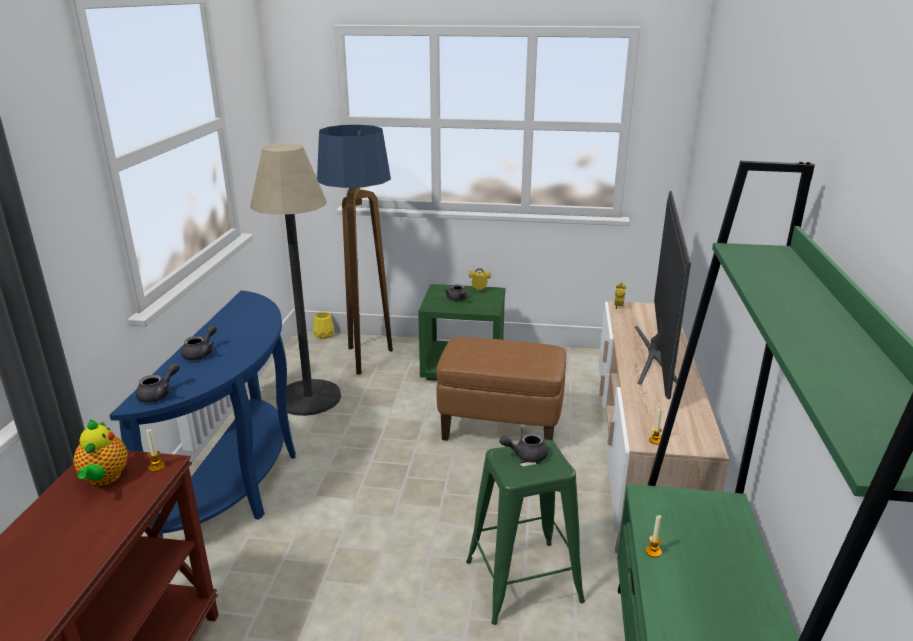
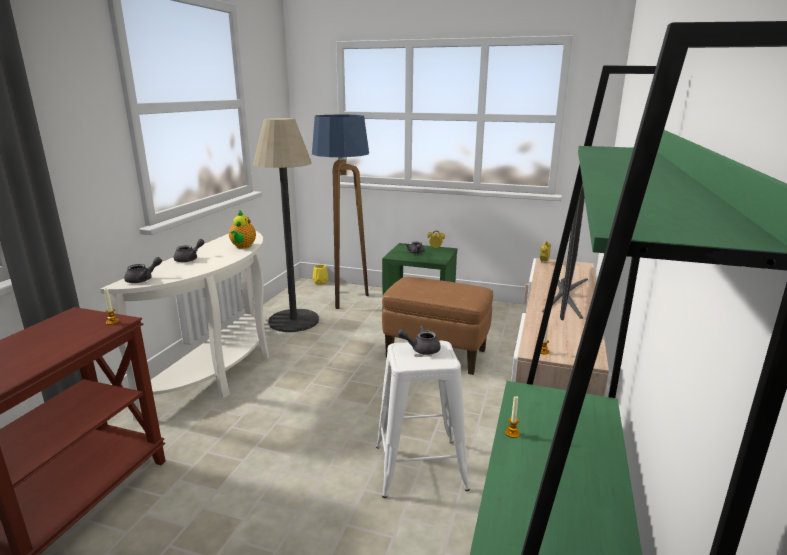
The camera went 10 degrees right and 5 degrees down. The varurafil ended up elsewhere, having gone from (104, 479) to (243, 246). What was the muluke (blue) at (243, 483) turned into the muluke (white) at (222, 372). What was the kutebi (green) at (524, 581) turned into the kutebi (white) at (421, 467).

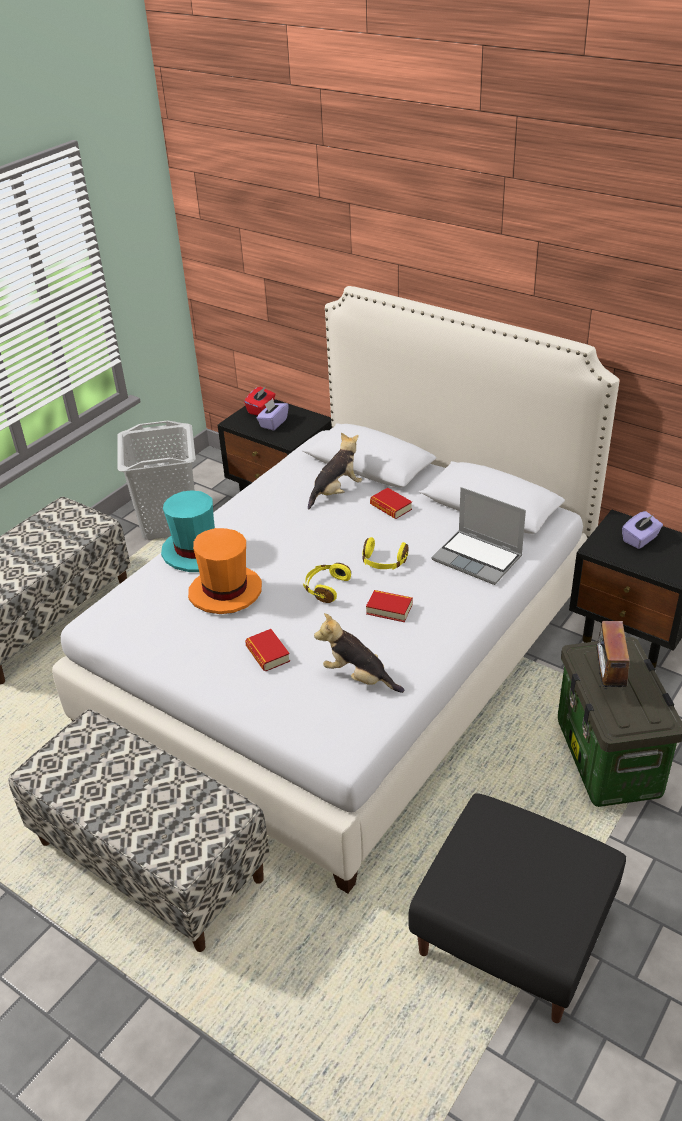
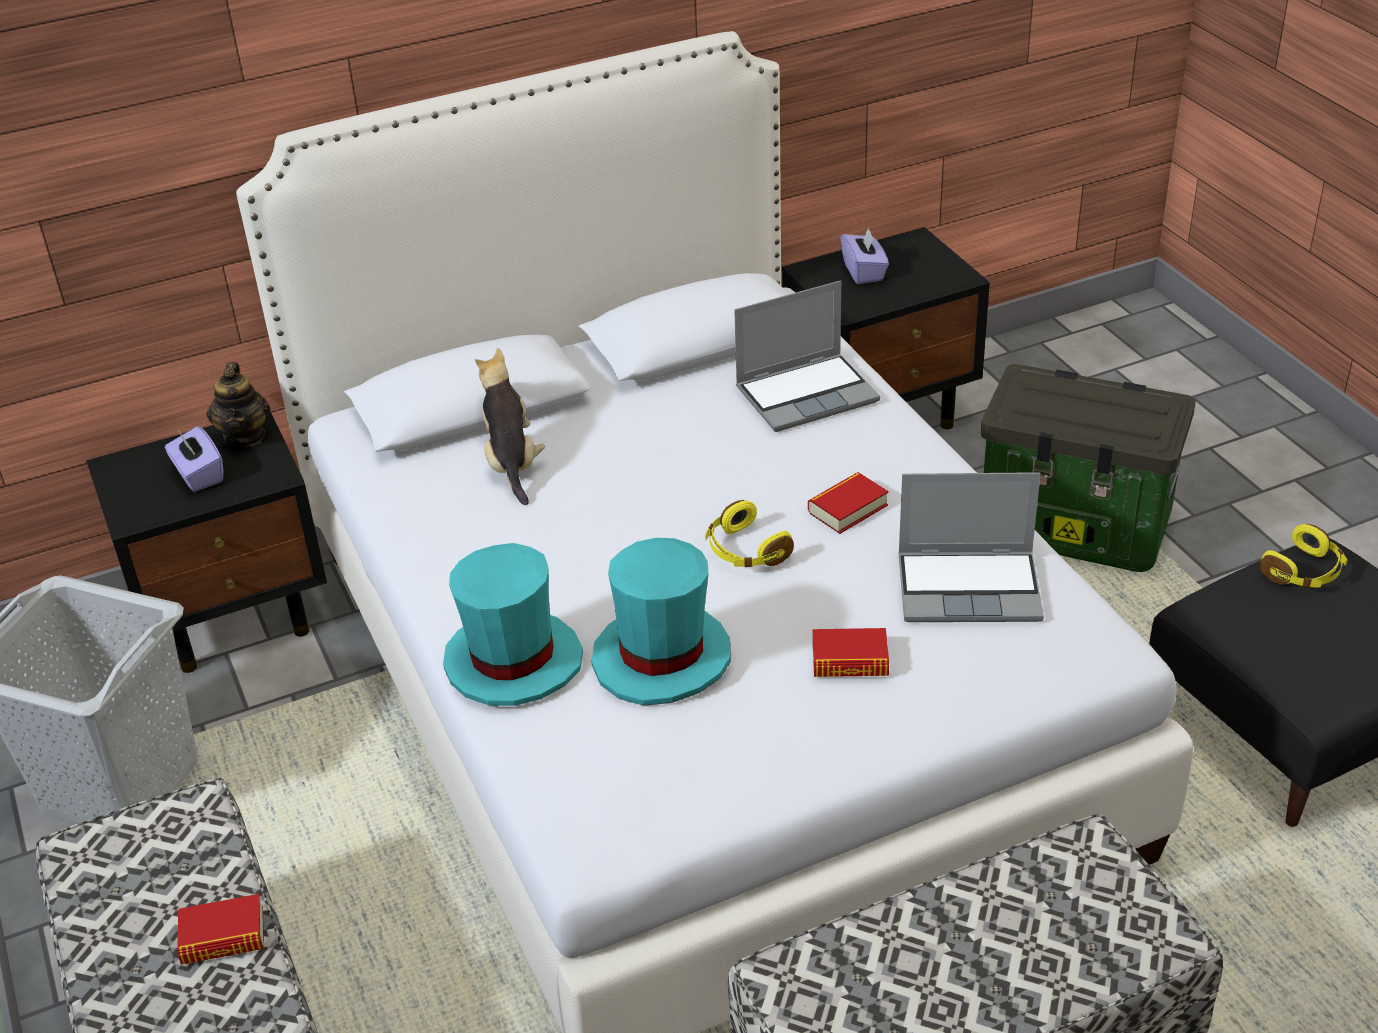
The camera went 60 degrees left and 0 degrees up. What was the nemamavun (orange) at (225, 592) turned into the nemamavun (turquoise) at (662, 658). The second view lost the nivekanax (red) at (261, 409). Where the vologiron stood at (358, 677), the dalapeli came to stand at (970, 587). The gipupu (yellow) ended up elsewhere, having gone from (383, 562) to (1304, 572). The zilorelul ended up elsewhere, having gone from (391, 507) to (223, 936). The second view lost the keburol at (608, 679). The second view gained the varurafil at (245, 435).

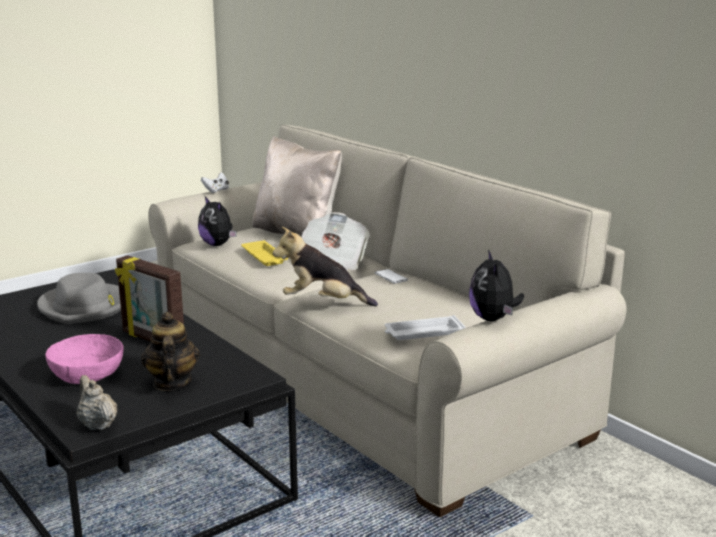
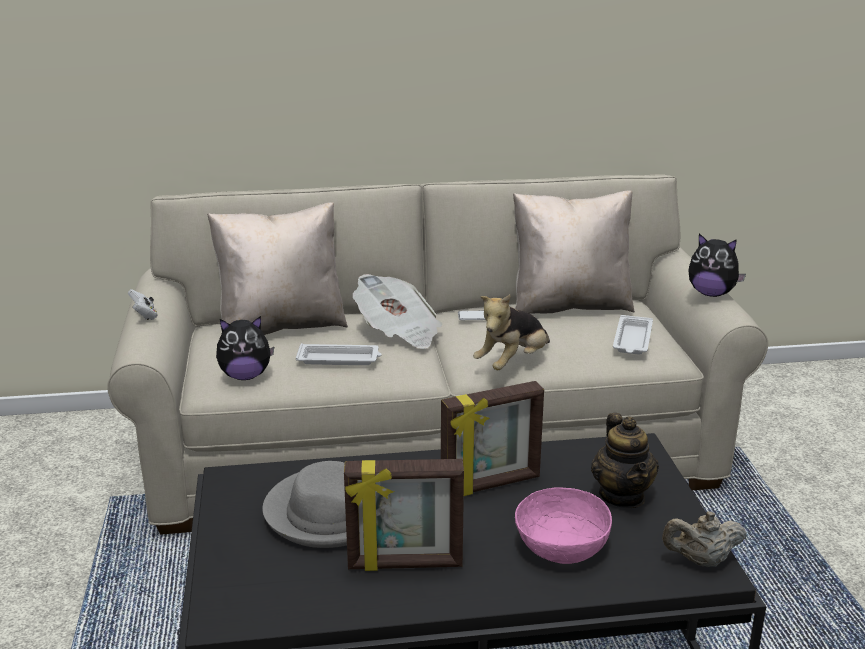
The camera went 60 degrees left and 5 degrees up. The varurafil at (172, 383) ended up facing another way, 120 degrees counterclockwise from before. What was the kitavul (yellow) at (265, 257) turned into the kitavul (white) at (339, 359). The second view gained the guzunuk at (405, 564). The second view gained the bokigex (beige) at (569, 305).

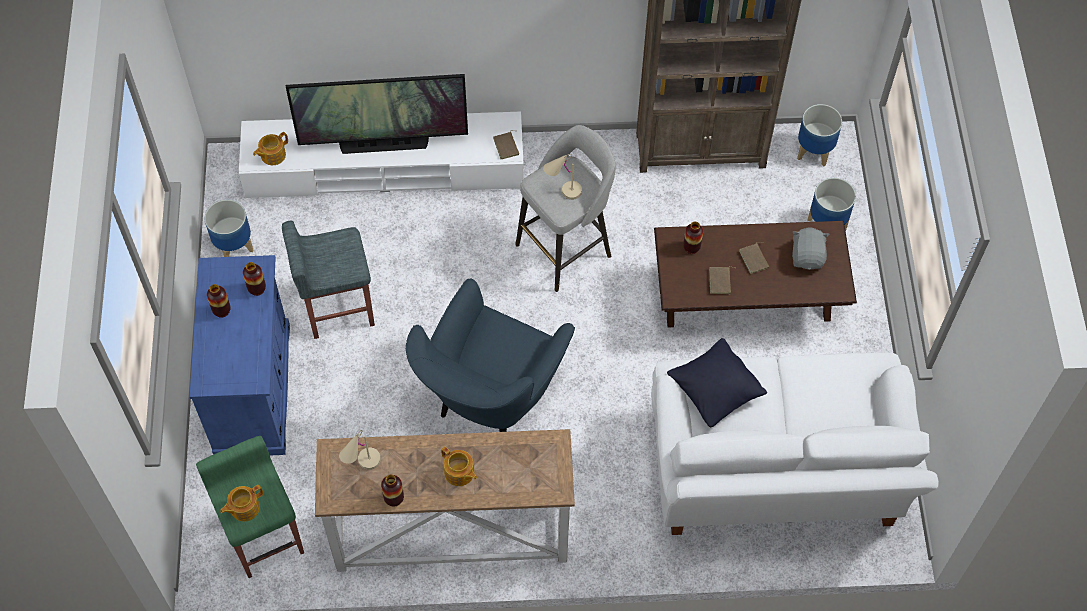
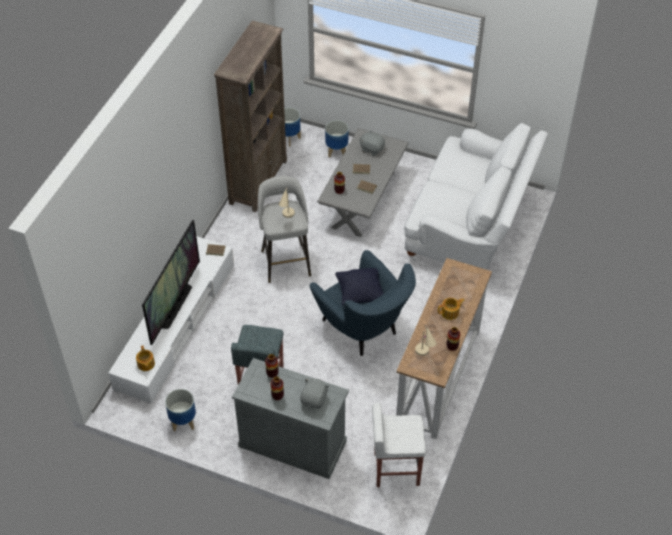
The camera went 65 degrees left and 10 degrees down. What was the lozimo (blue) at (253, 389) turned into the lozimo (grey) at (292, 443). What was the kutebi (green) at (264, 536) turned into the kutebi (white) at (395, 469). The second view lost the varurafil at (244, 508). What was the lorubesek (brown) at (745, 301) turned into the lorubesek (grey) at (363, 200). The bokigex (black) ended up elsewhere, having gone from (714, 391) to (360, 294). The second view gained the vologiron (grey) at (314, 399).

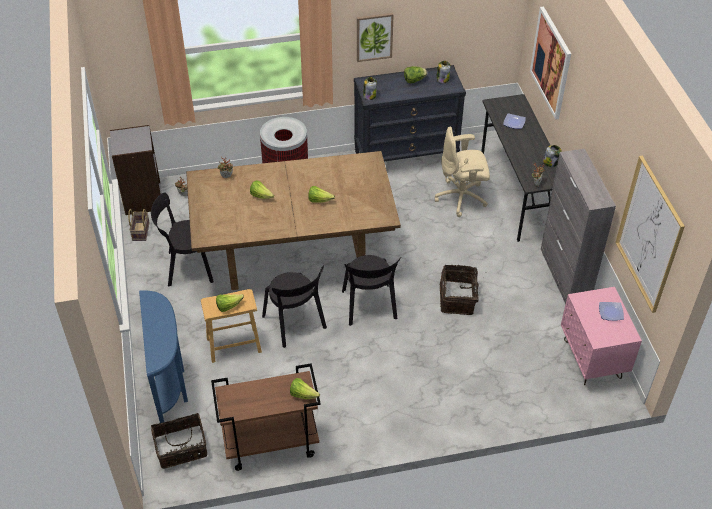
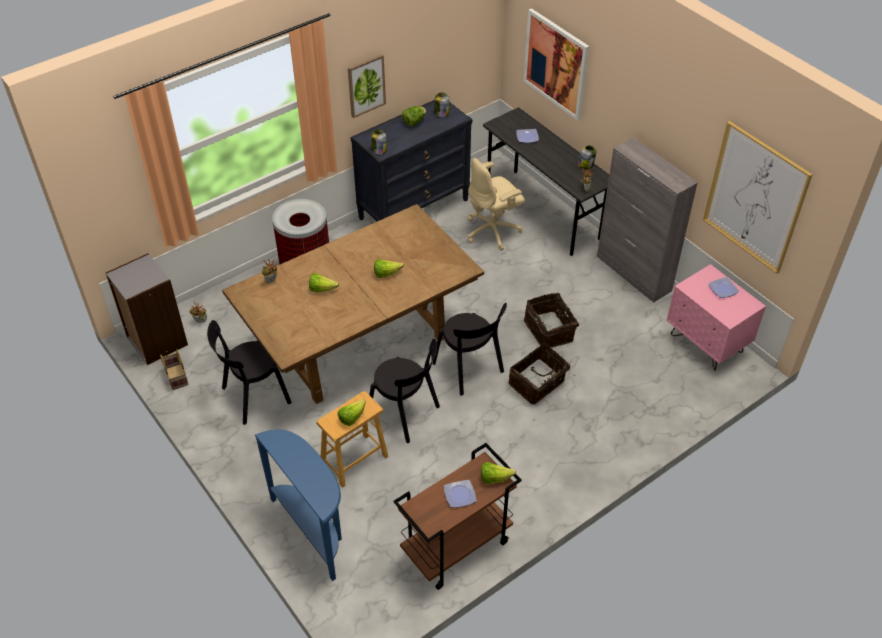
The camera went 25 degrees left and 0 degrees up. The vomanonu ended up elsewhere, having gone from (181, 449) to (538, 384). The second view gained the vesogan at (459, 495).

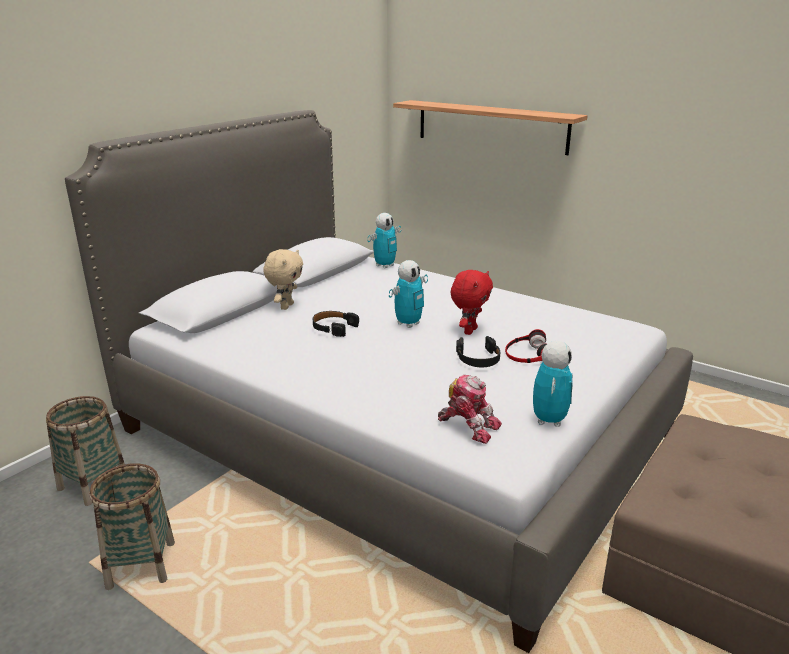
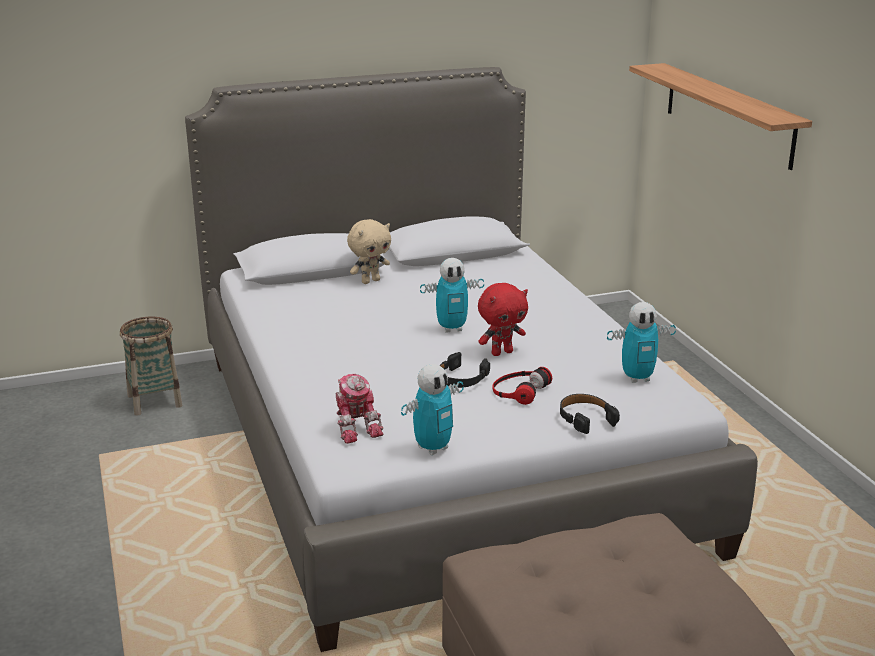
The camera went 35 degrees right and 0 degrees up. The second view lost the vomanonu at (141, 565). The gipupu (black) ended up elsewhere, having gone from (333, 328) to (585, 418). The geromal ended up elsewhere, having gone from (385, 265) to (637, 378).

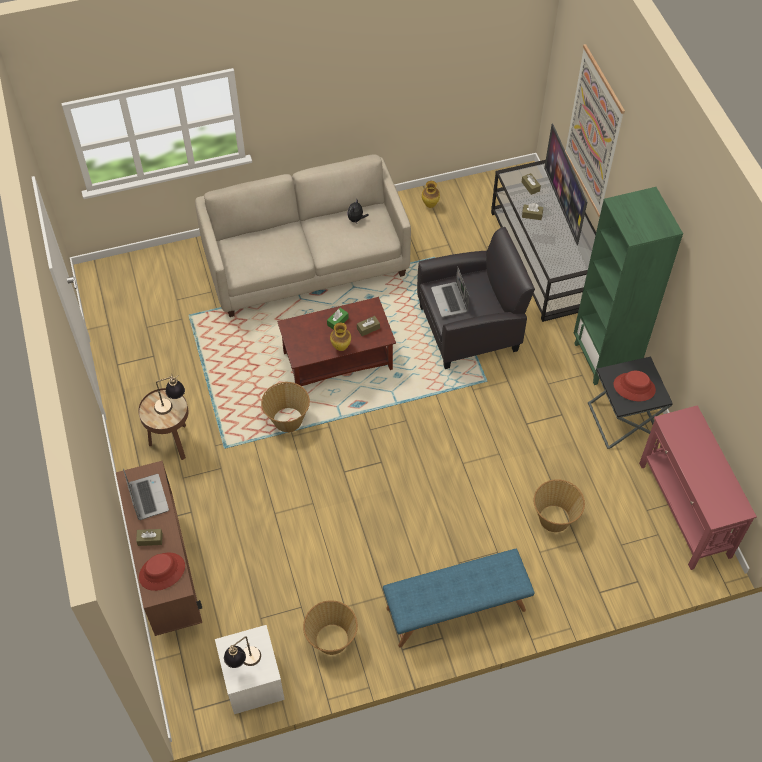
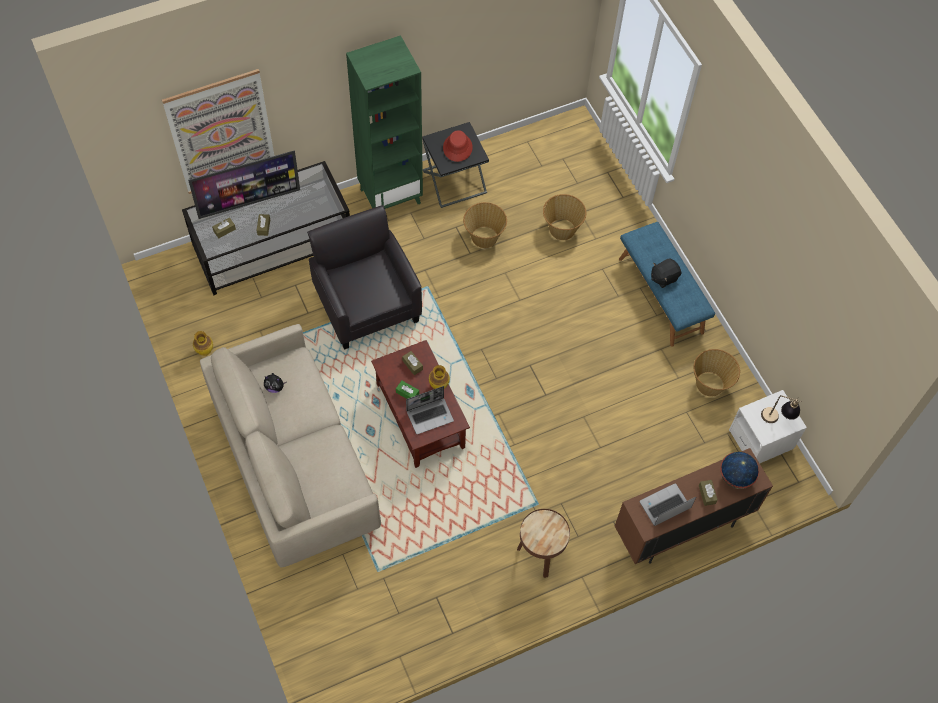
The camera went 100 degrees left and 5 degrees up. Where the nemamavun (red) stood at (162, 572), the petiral came to stand at (735, 477). The second view lost the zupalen at (171, 406). The vomanonu ended up elsewhere, having gone from (287, 420) to (484, 237). The dalapeli ended up elsewhere, having gone from (450, 300) to (430, 415). The second view lost the muluke (red) at (684, 510). The second view gained the vologiron (black) at (664, 277).

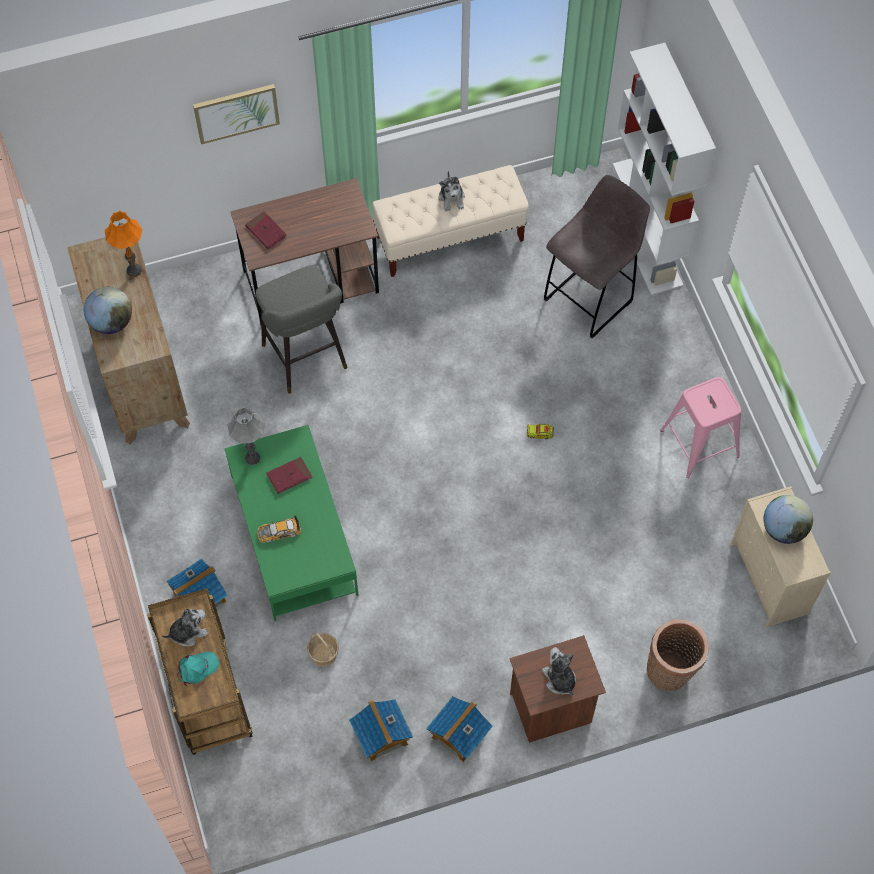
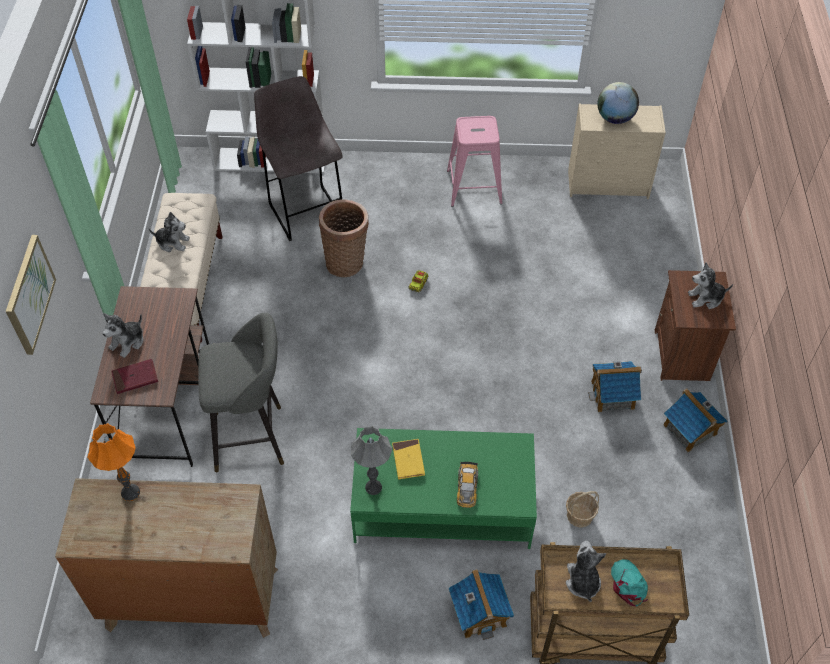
The camera went 70 degrees left and 10 degrees down. The second view lost the petiral at (111, 322). What was the zilorelul (red) at (289, 476) turned into the zilorelul (yellow) at (408, 460). The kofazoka ended up elsewhere, having gone from (381, 736) to (613, 395). The vomanonu ended up elsewhere, having gone from (671, 672) to (346, 262). The second view gained the vologiron at (128, 342).

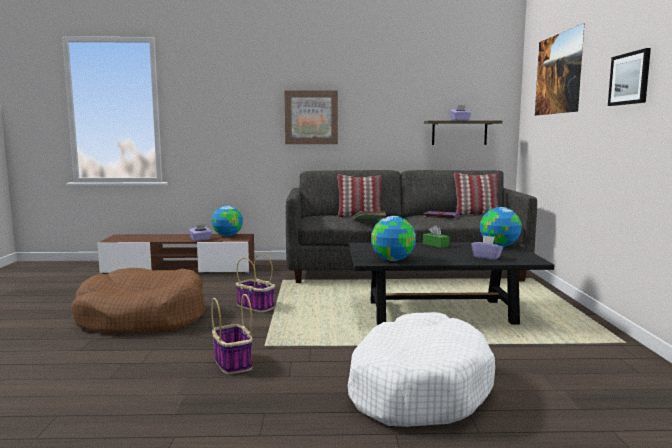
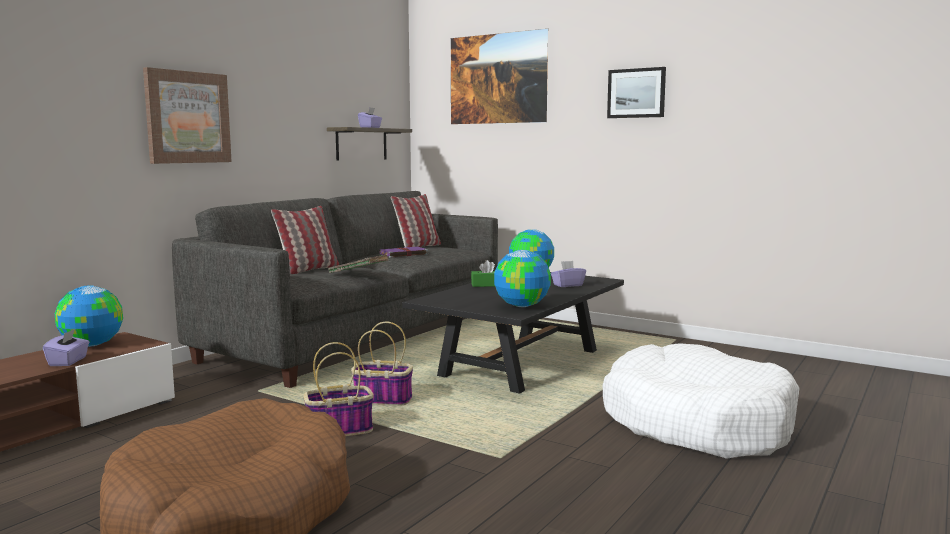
The camera went 55 degrees left and 0 degrees up. The vomanonu ended up elsewhere, having gone from (232, 362) to (381, 400).

